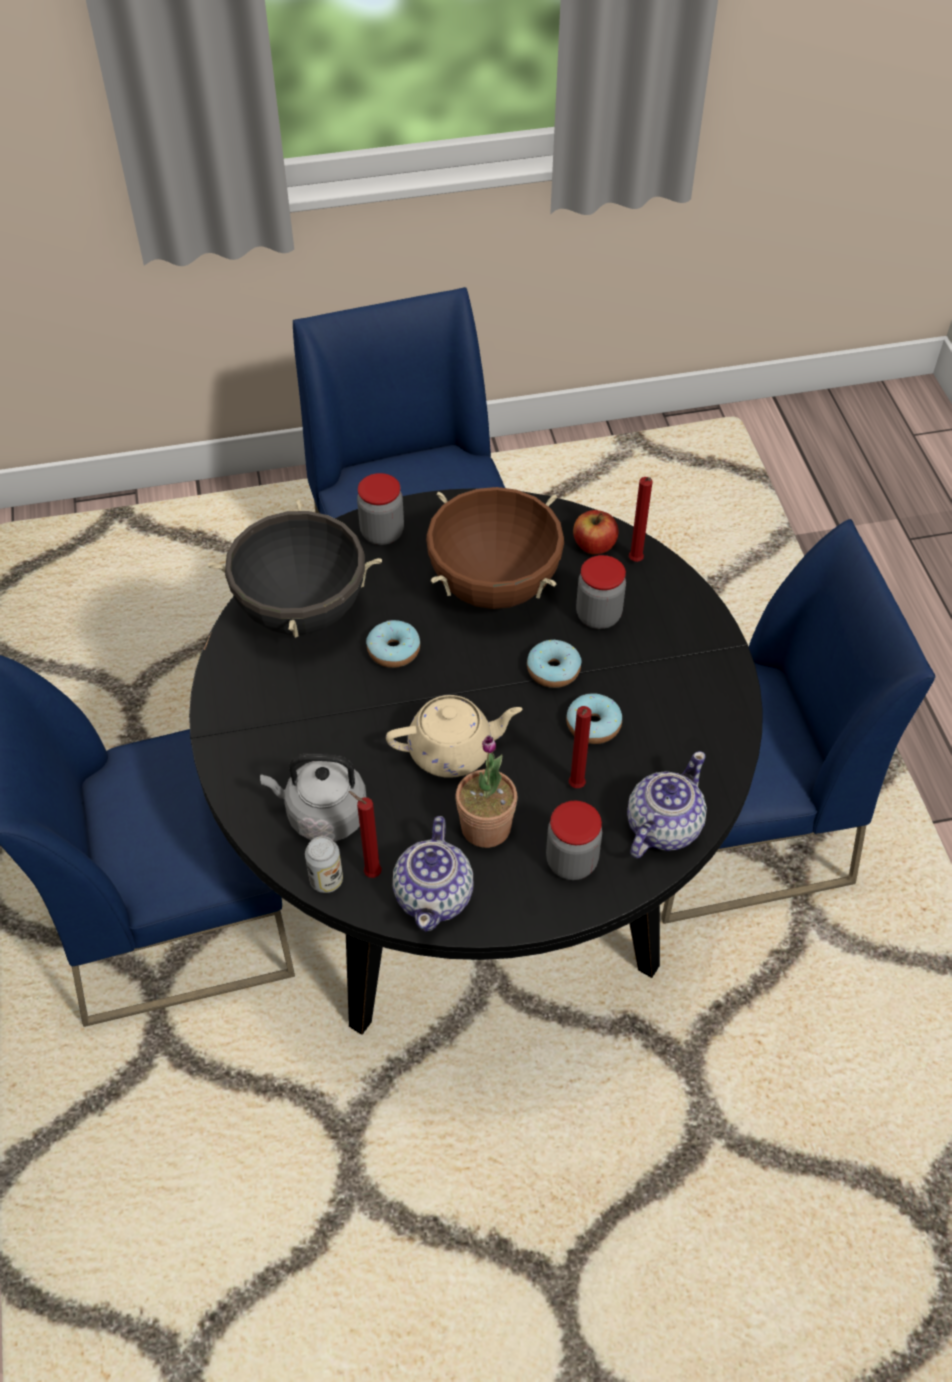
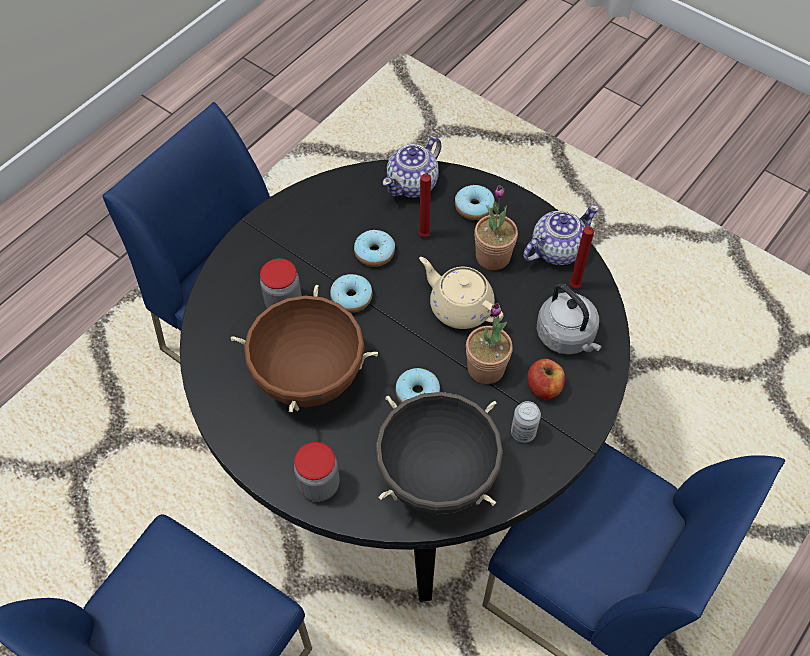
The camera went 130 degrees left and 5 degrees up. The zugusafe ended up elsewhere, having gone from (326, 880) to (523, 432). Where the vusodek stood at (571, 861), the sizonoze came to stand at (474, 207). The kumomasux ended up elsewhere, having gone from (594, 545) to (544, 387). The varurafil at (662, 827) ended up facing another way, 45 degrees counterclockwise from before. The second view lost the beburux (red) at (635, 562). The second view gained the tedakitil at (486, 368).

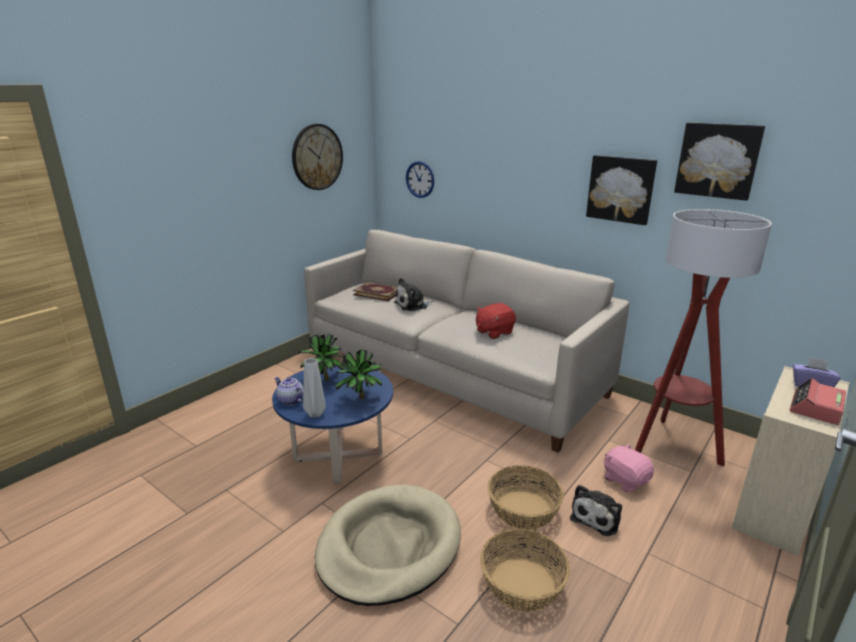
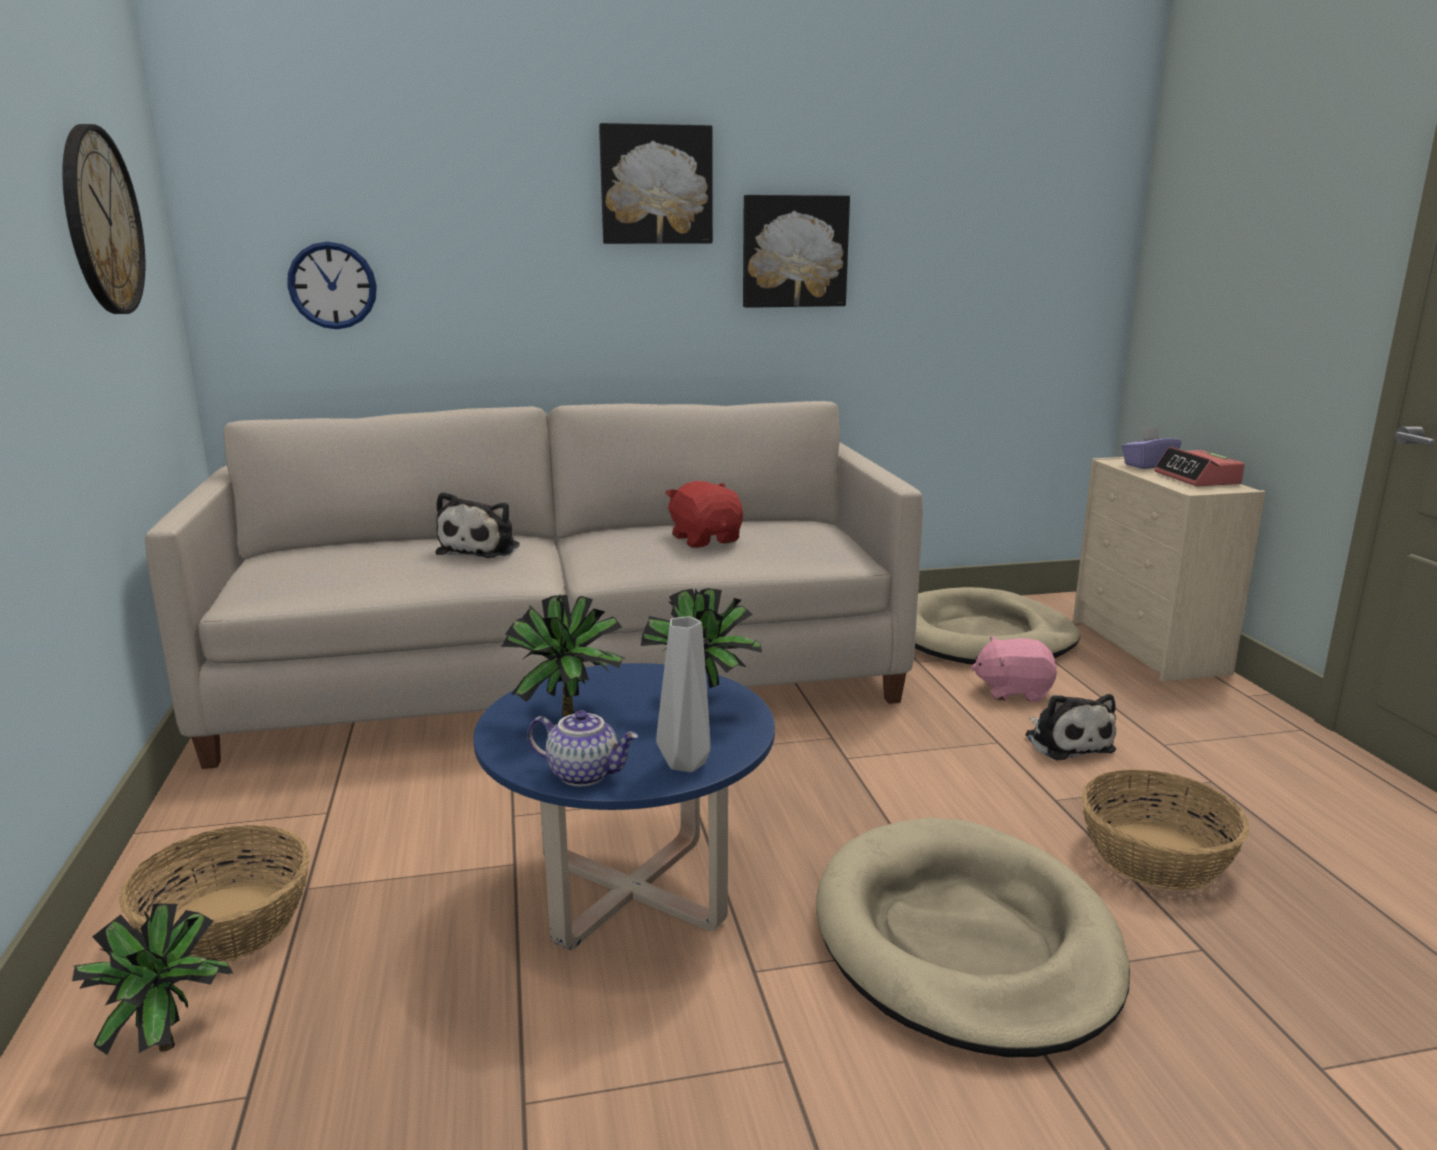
The camera went 50 degrees left and 5 degrees down. The varurafil at (290, 401) ended up facing another way, 150 degrees counterclockwise from before. The second view lost the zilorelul at (378, 293). The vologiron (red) at (494, 332) ended up facing another way, 150 degrees clockwise from before. The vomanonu ended up elsewhere, having gone from (523, 510) to (227, 925). Where the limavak stood at (672, 446), the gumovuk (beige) came to stand at (980, 637). The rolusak ended up elsewhere, having gone from (718, 160) to (656, 185). The second view gained the tedakitil at (168, 1040).

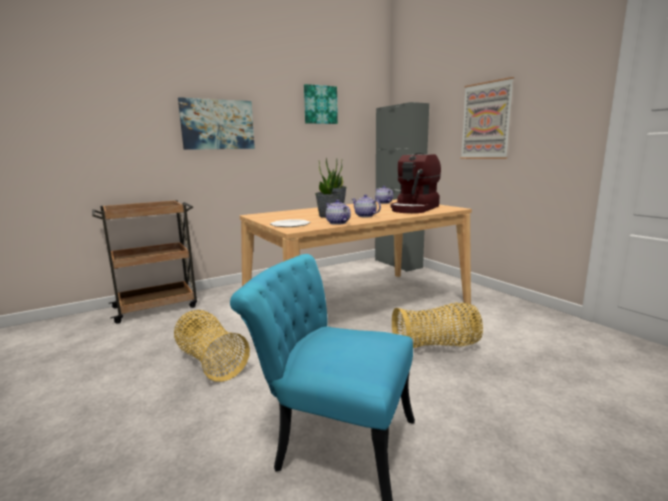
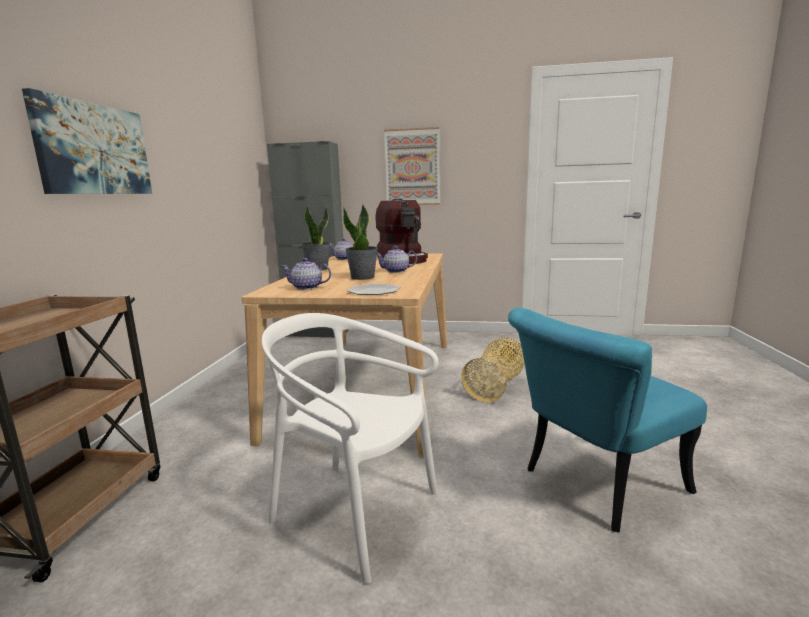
The camera went 50 degrees left and 0 degrees up. Where the vomanonu stood at (210, 361), the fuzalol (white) came to stand at (355, 512). The second view lost the rolusak at (320, 105). The varurafil ended up elsewhere, having gone from (337, 223) to (307, 287).

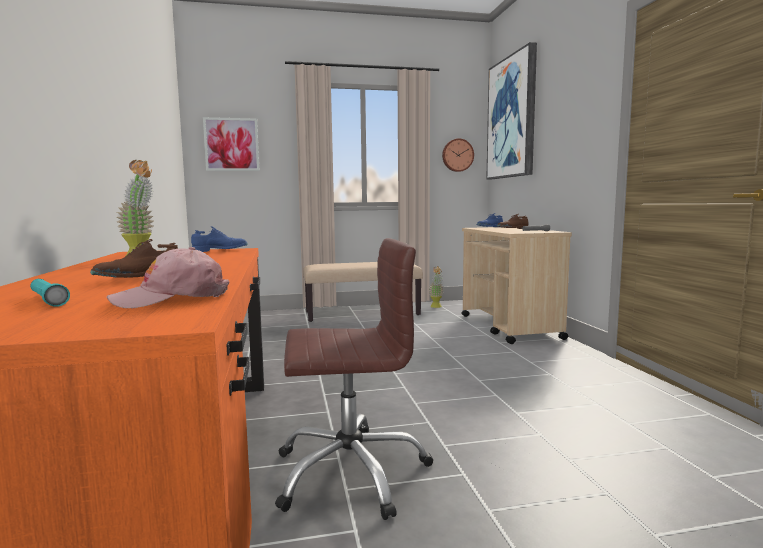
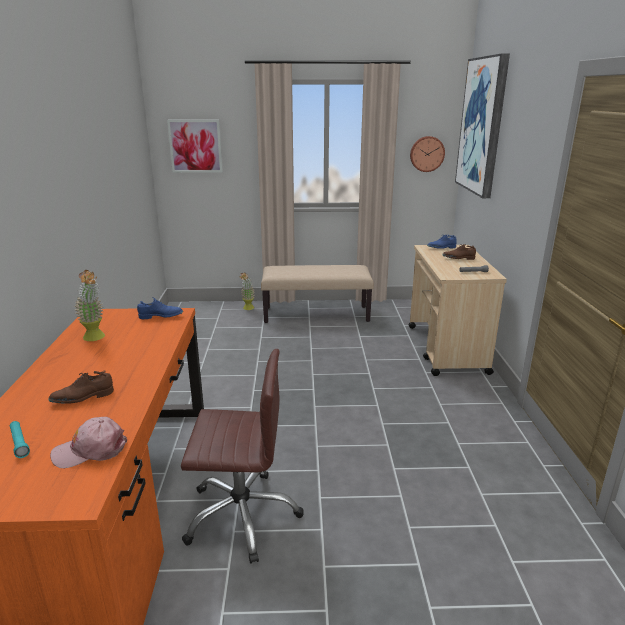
The camera went 10 degrees right and 15 degrees up. The tedakitil ended up elsewhere, having gone from (436, 307) to (248, 309).

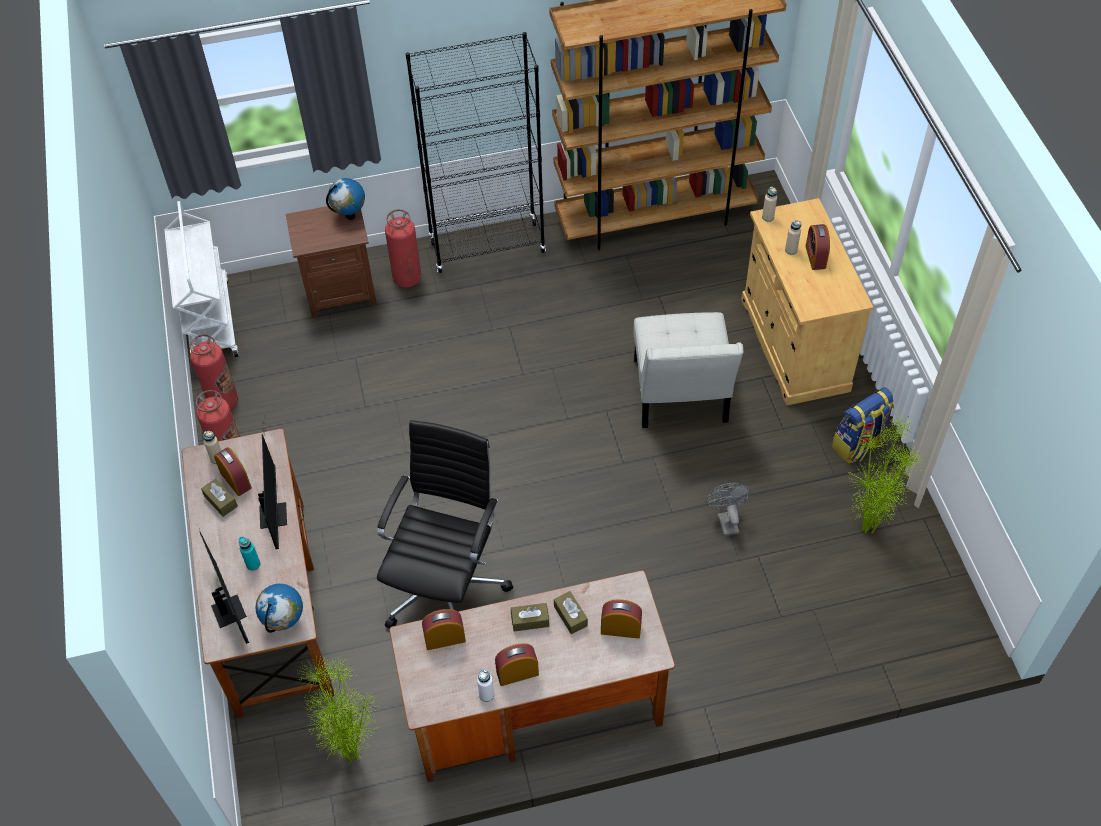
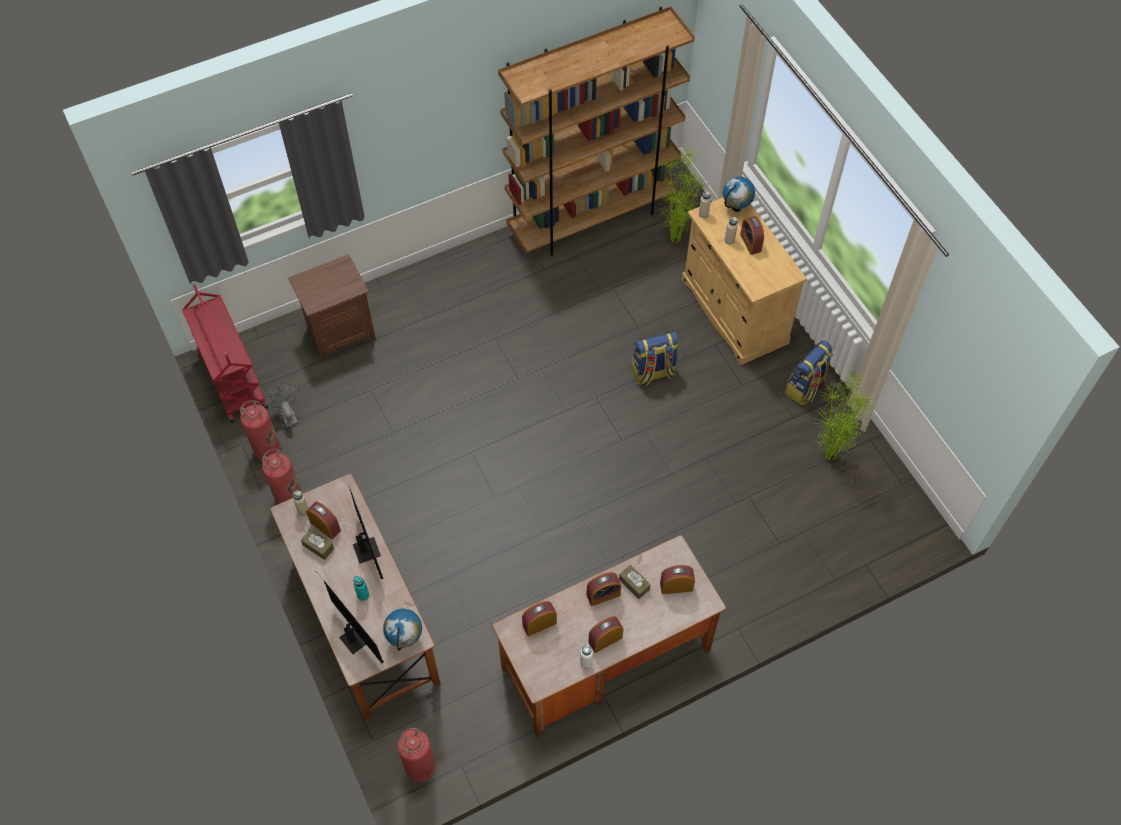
The camera went 15 degrees left and 5 degrees up. What was the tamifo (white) at (210, 320) turned into the tamifo (red) at (232, 379). The tedakitil ended up elsewhere, having gone from (353, 754) to (675, 239). The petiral ended up elsewhere, having gone from (350, 215) to (736, 208). The second view lost the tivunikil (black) at (446, 585). The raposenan ended up elsewhere, having gone from (407, 278) to (420, 767). The second view lost the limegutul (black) at (487, 247). Where the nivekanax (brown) stood at (530, 620), the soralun came to stand at (603, 595). Where the fuzalol (white) stood at (680, 396), the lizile came to stand at (653, 373). The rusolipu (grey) ended up elsewhere, having gone from (726, 520) to (287, 414).

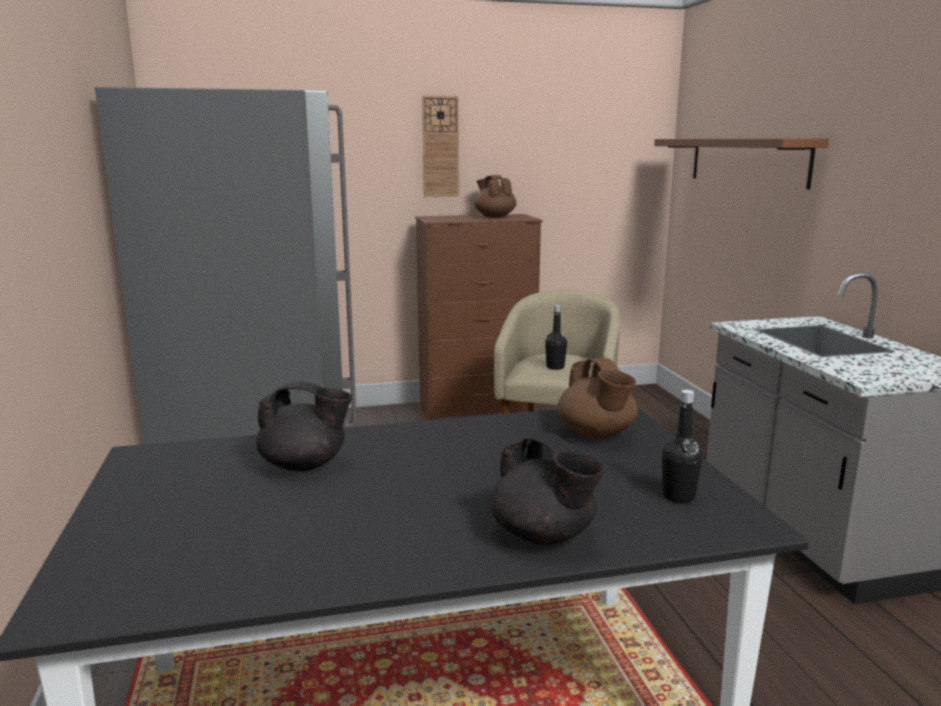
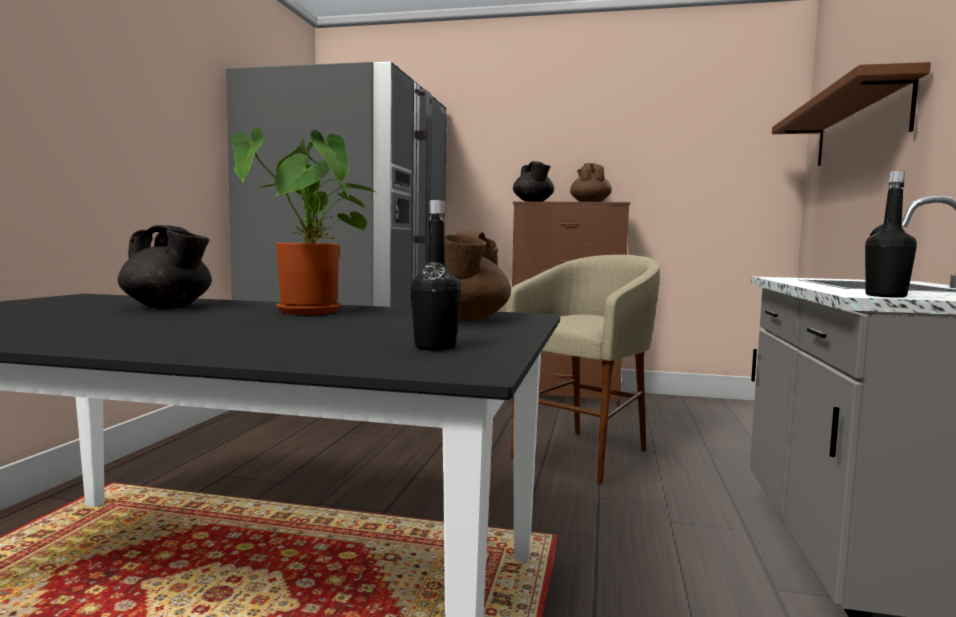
The camera went 25 degrees right and 10 degrees down. The second view lost the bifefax at (440, 147). The varurafil (black) ended up elsewhere, having gone from (544, 535) to (533, 202). The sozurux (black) ended up elsewhere, having gone from (555, 367) to (885, 296). The second view gained the tedakitil at (311, 312).

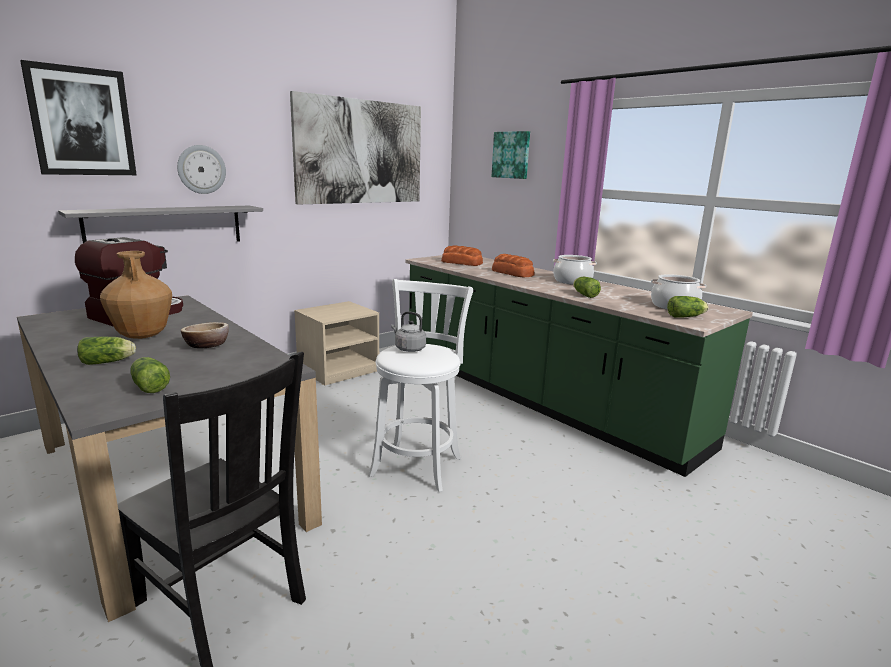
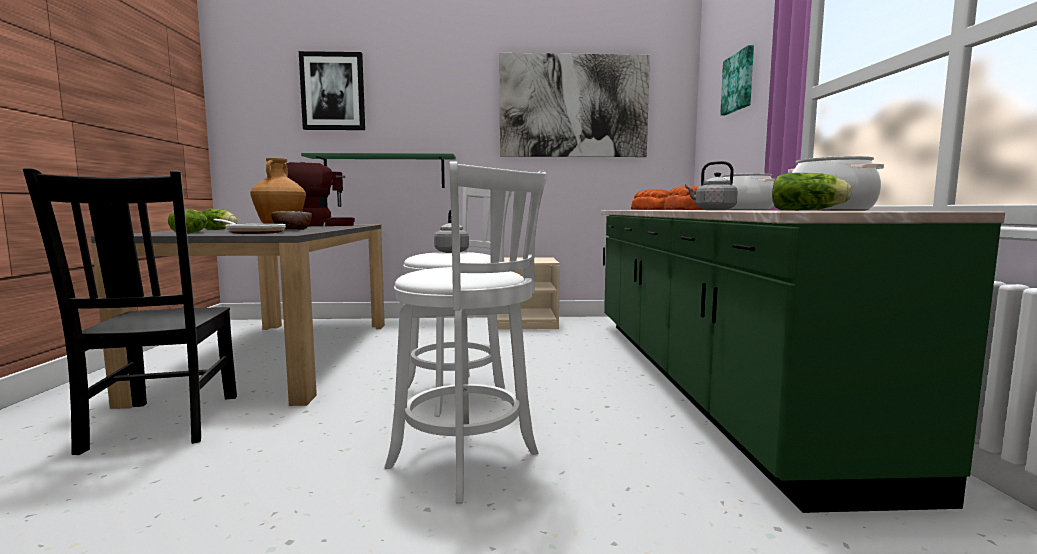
The camera went 40 degrees right and 10 degrees down. What was the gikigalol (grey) at (166, 227) turned into the gikigalol (green) at (384, 172). The second view lost the bifefax at (201, 169). Where the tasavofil stood at (584, 295), the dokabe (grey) came to stand at (712, 210). The second view gained the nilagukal at (253, 232). The second view gained the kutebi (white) at (469, 462).

